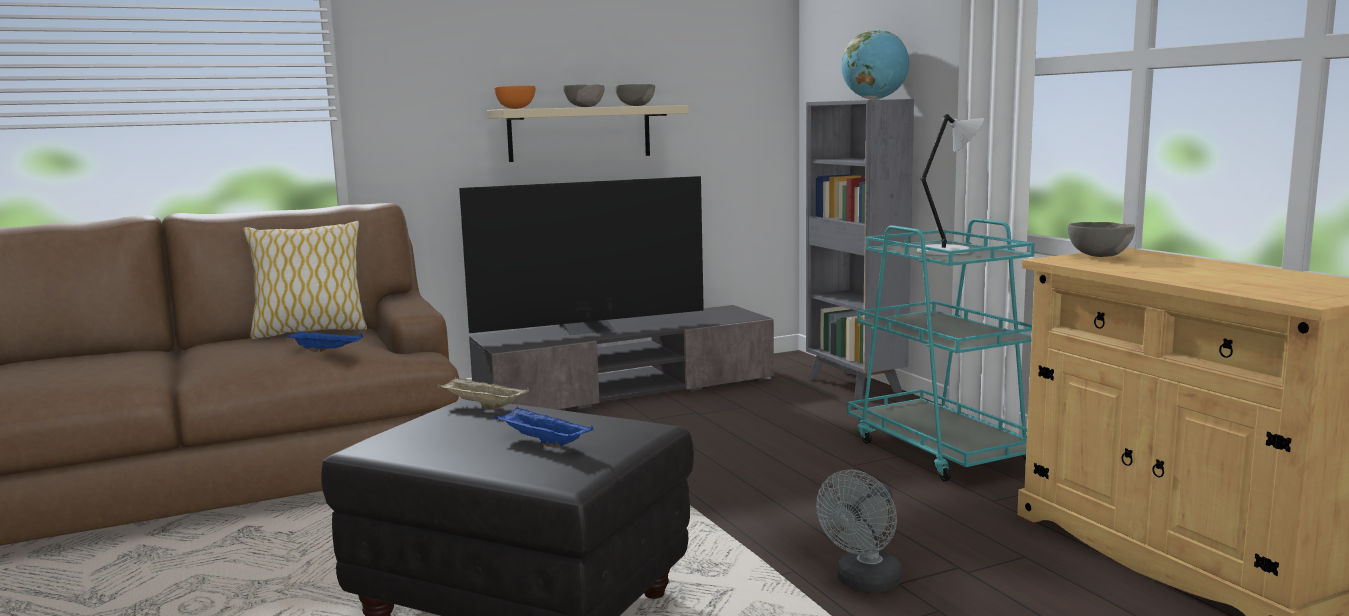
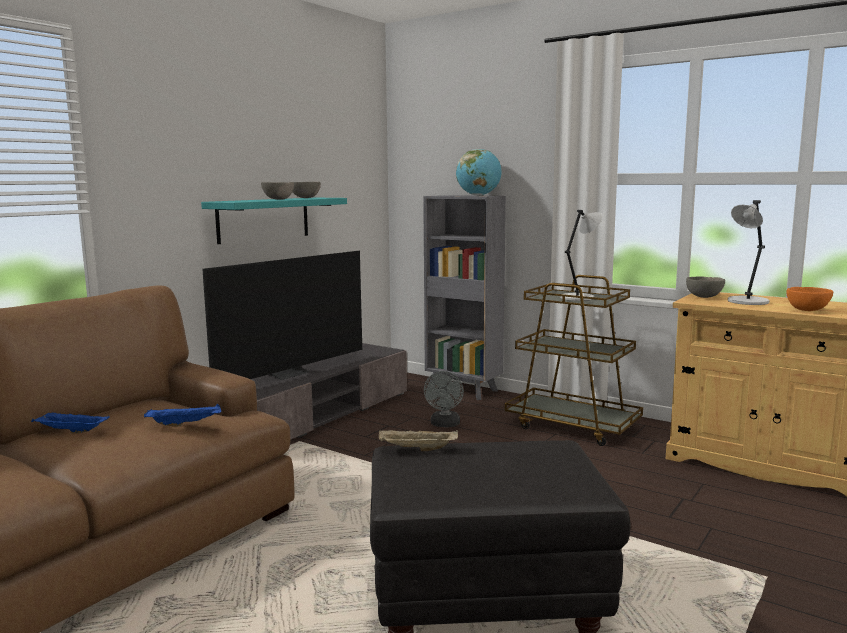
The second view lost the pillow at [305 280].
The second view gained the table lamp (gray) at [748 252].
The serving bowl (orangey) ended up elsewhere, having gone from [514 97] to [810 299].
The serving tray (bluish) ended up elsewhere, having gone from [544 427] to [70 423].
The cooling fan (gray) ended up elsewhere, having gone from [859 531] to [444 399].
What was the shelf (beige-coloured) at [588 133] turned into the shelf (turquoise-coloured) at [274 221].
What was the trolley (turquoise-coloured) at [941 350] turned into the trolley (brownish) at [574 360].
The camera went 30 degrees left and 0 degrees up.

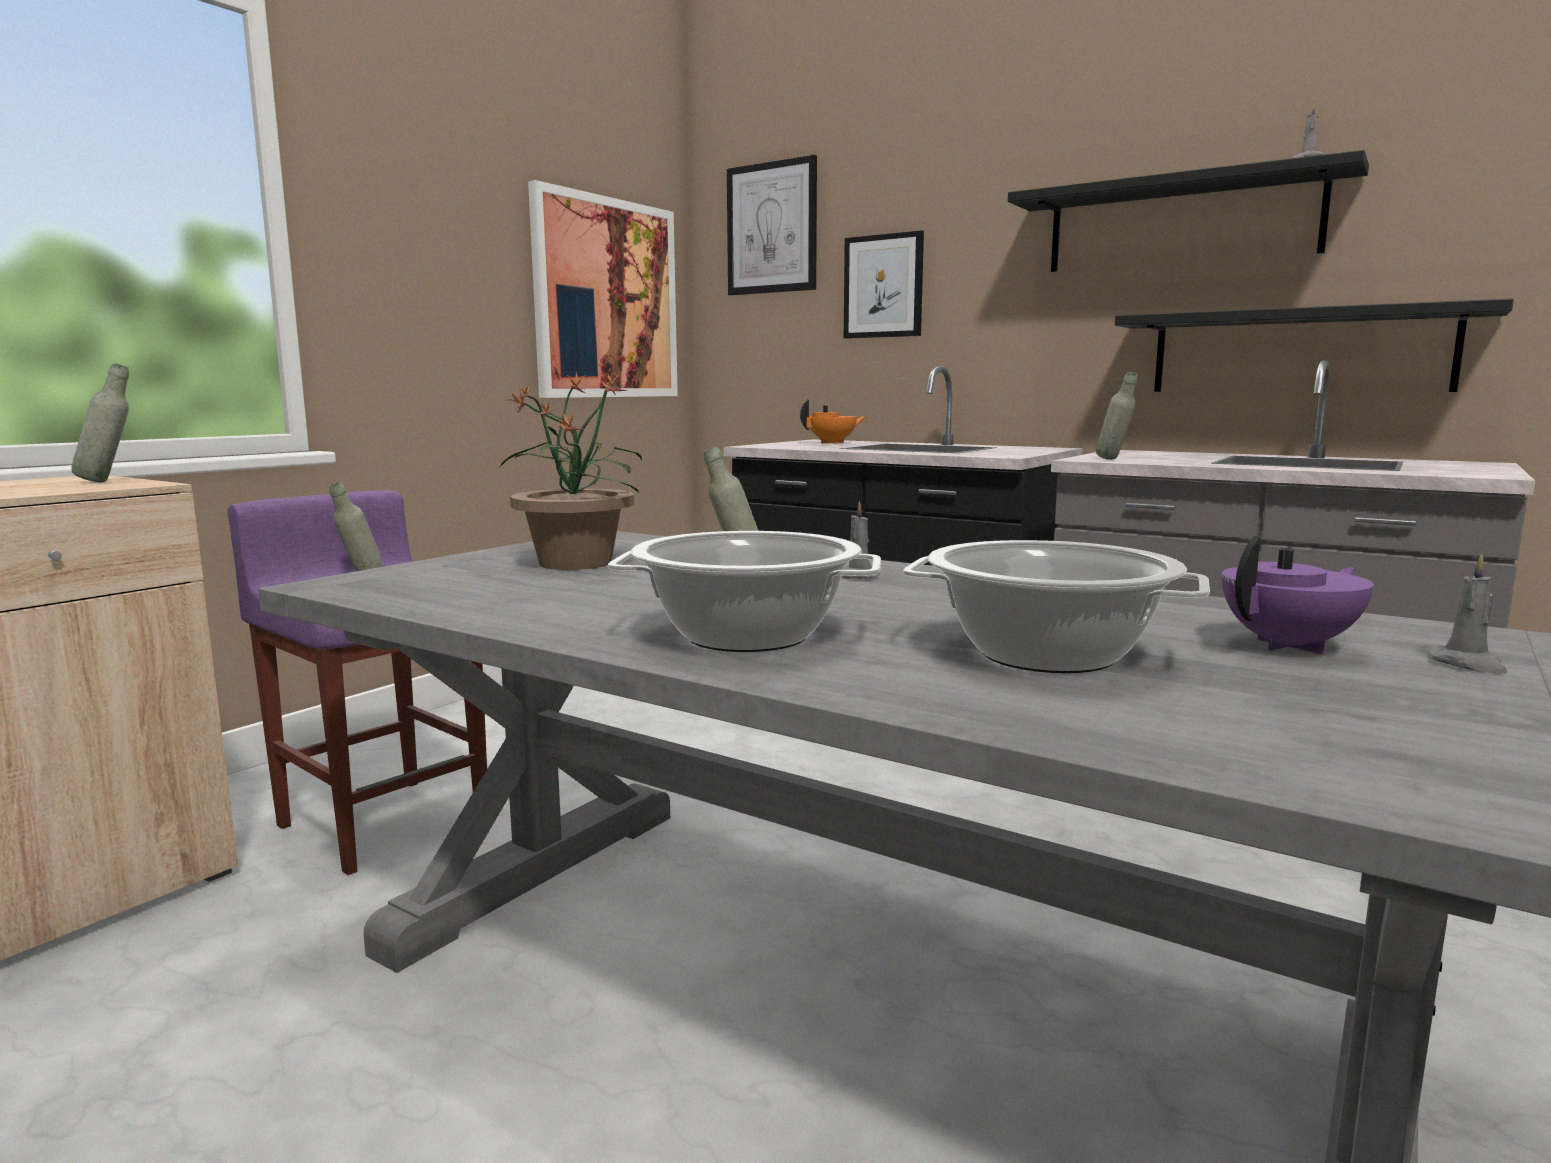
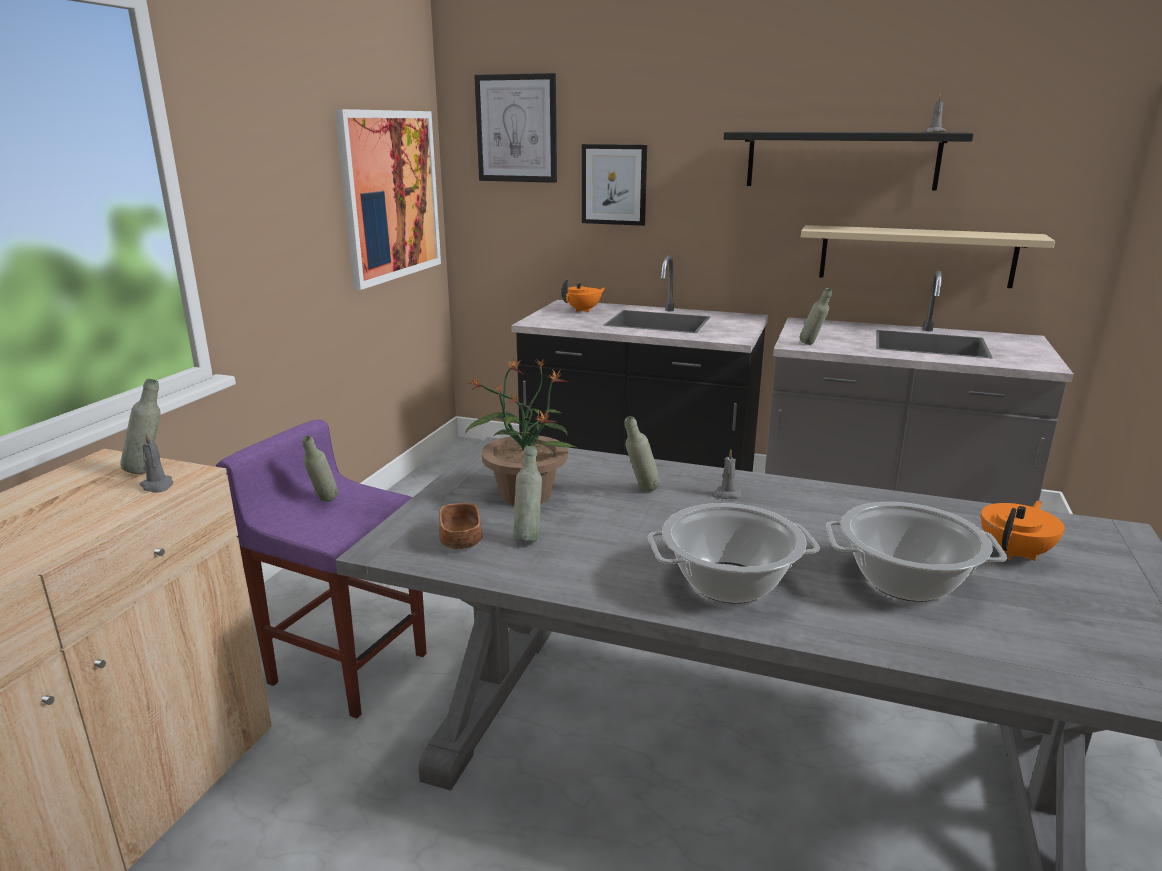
The second view gained the serving bowl (brownish) at [461 526].
The second view gained the beverage bottle (gray) at [528 494].
The wax light (gray) ended up elsewhere, having gone from [1467 614] to [156 462].
What was the shelf (blackish) at [1314 345] turned into the shelf (beige-coloured) at [928 256].
What was the teapot (purple-coloured) at [1298 595] turned into the teapot (orangey) at [1023 531].
The camera went 15 degrees left and 10 degrees up.

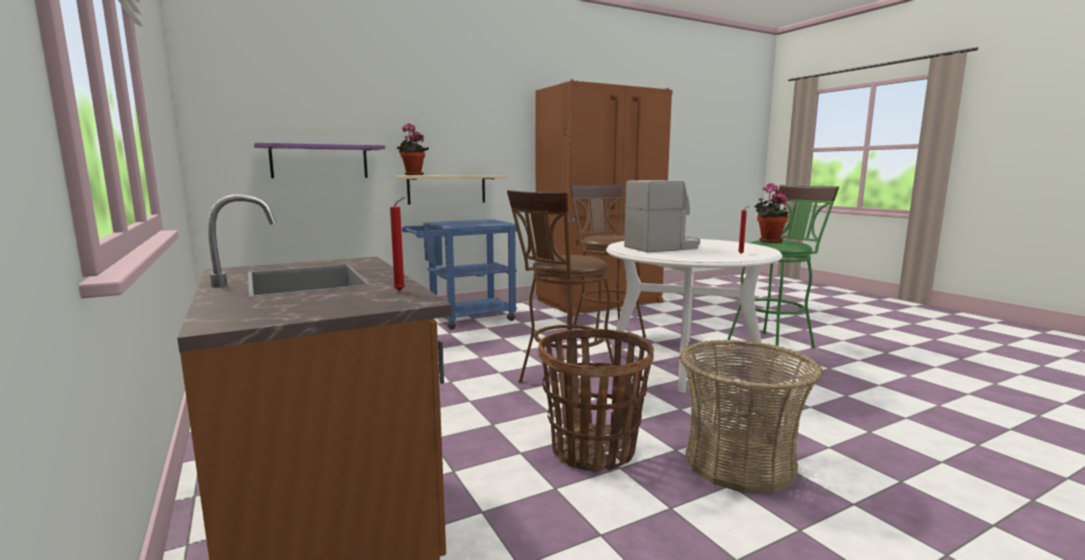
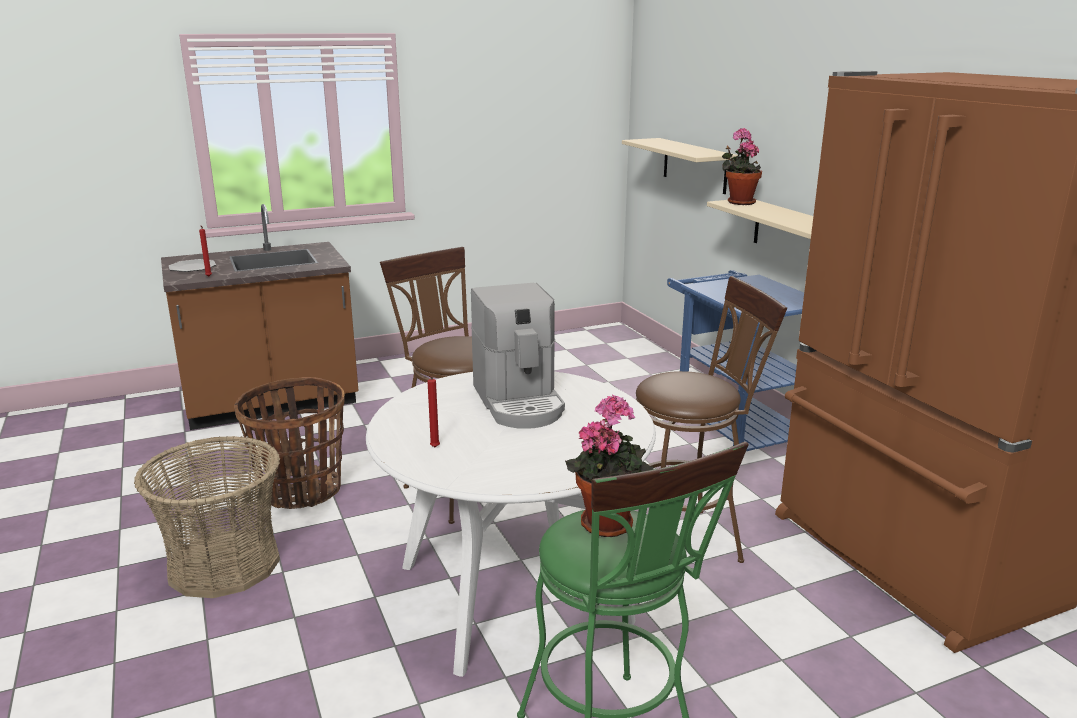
The second view gained the plate at [192 265].
What was the shelf (purple-coloured) at [319 160] turned into the shelf (beige-coloured) at [680 166].
The camera went 95 degrees right and 10 degrees up.

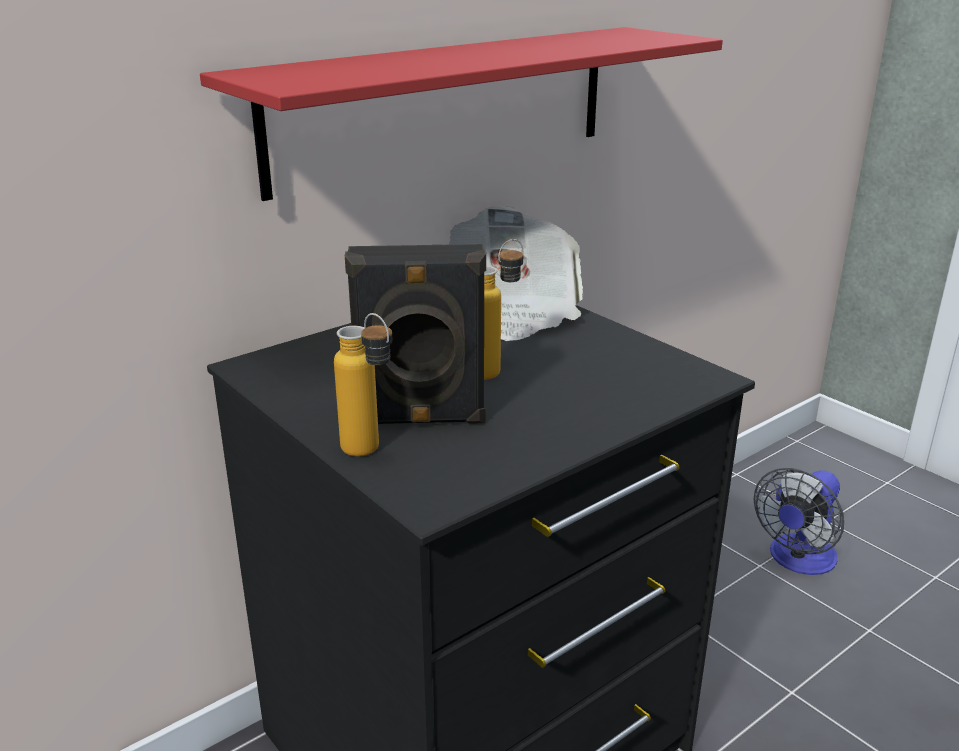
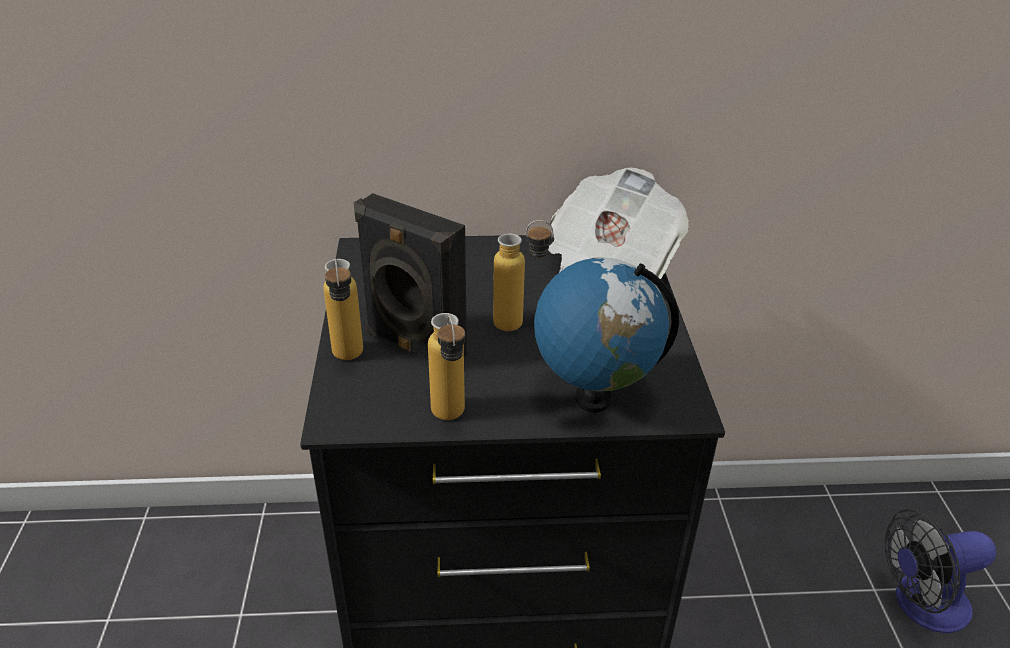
The second view lost the shelf (red-coloured) at [461 114].
The second view gained the beverage bottle at [446 366].
The second view gained the world globe at [606 335].
The camera went 35 degrees right and 10 degrees up.

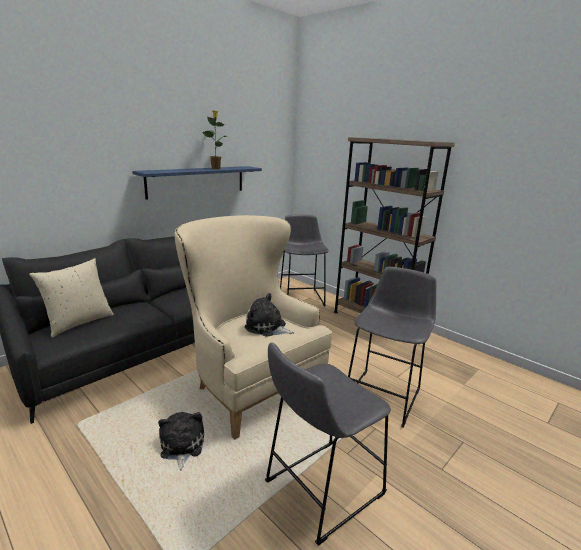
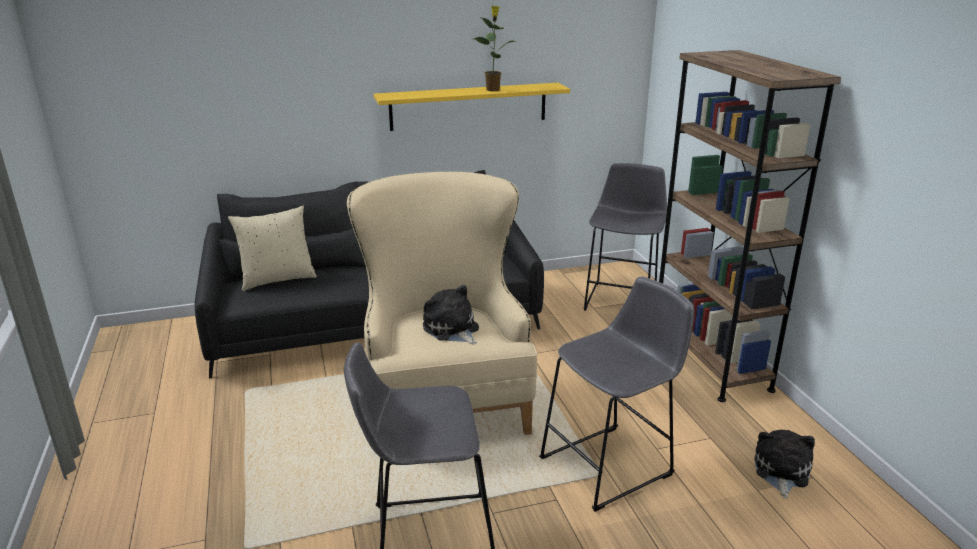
The cuddly toy ended up elsewhere, having gone from [181 441] to [784 464].
What was the shelf (bluish) at [197 183] turned into the shelf (yellowish) at [472 107].
The camera went 30 degrees right and 5 degrees up.

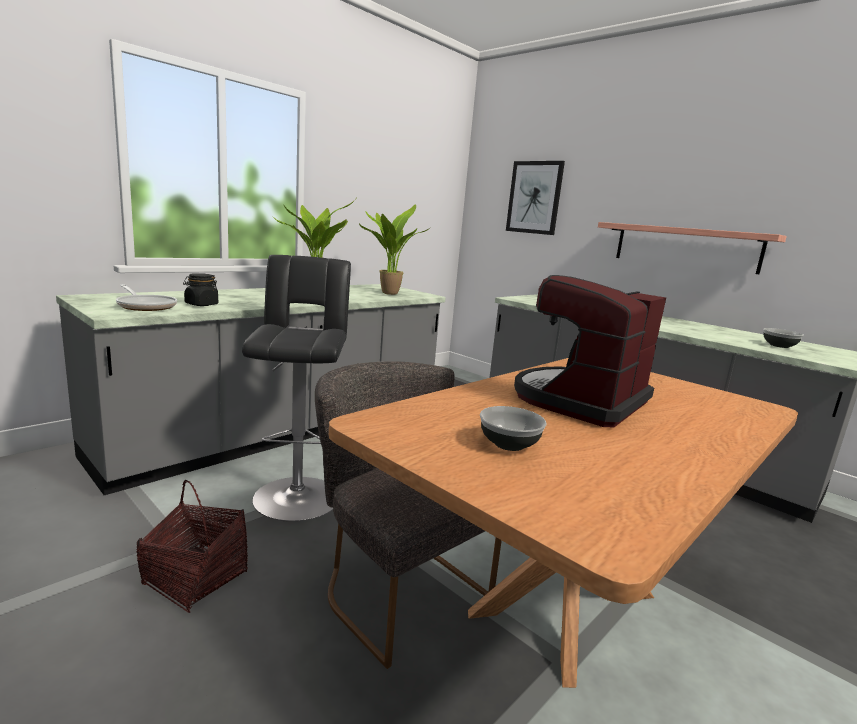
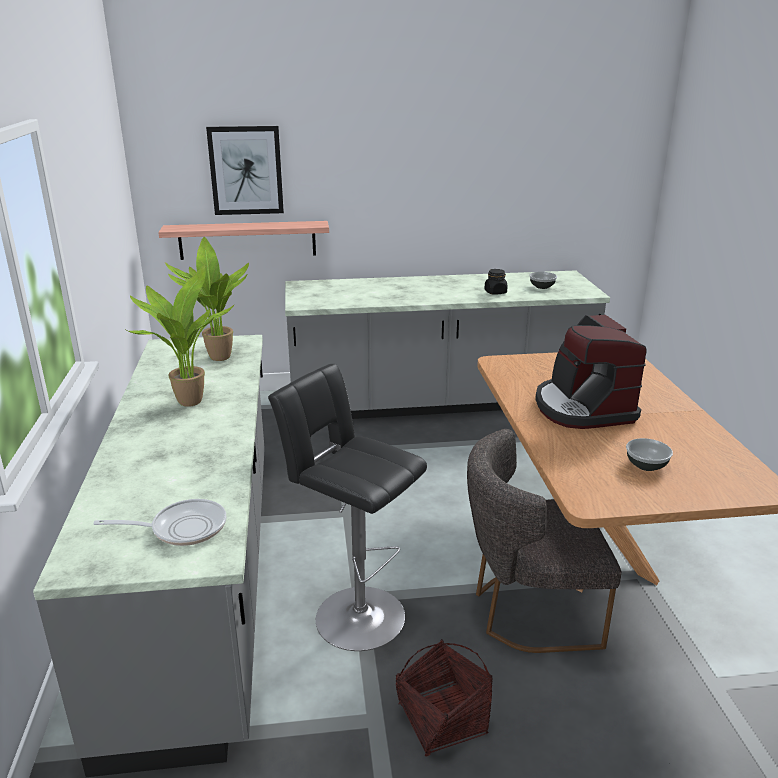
The preserve jar (blackish) ended up elsewhere, having gone from [200 289] to [496 281].
The shelf ended up elsewhere, having gone from [692 248] to [243 240].
The camera went 50 degrees left and 10 degrees up.

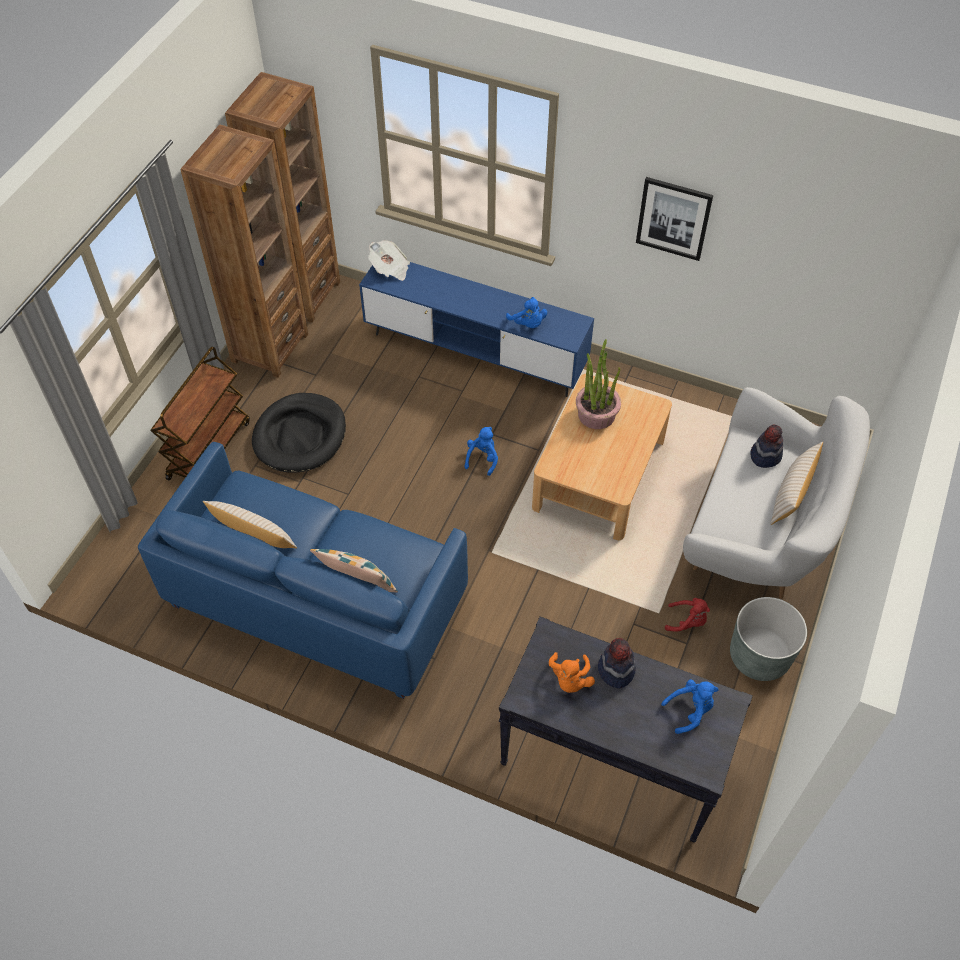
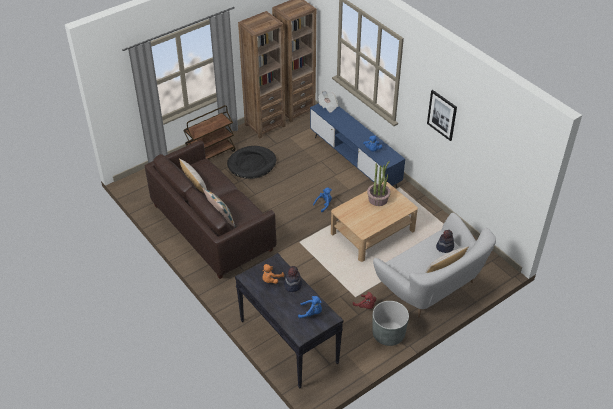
What was the settee (bluish) at [303 570] turned into the settee (brownish) at [211 209].
The camera went 30 degrees right and 10 degrees down.

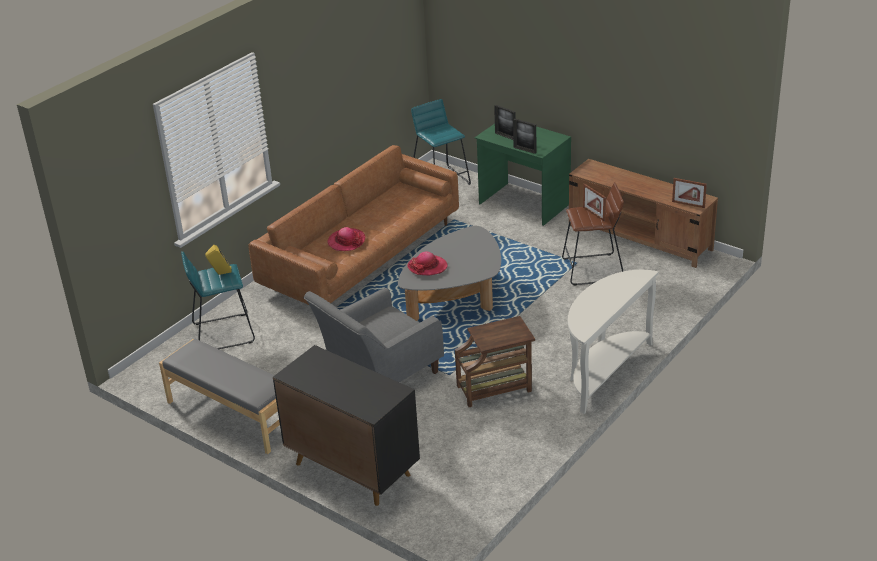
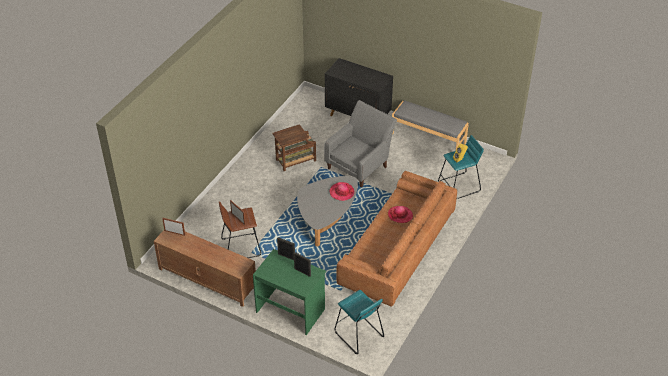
The second view lost the console table (white) at [613 342].
The camera went 170 degrees right and 10 degrees up.

